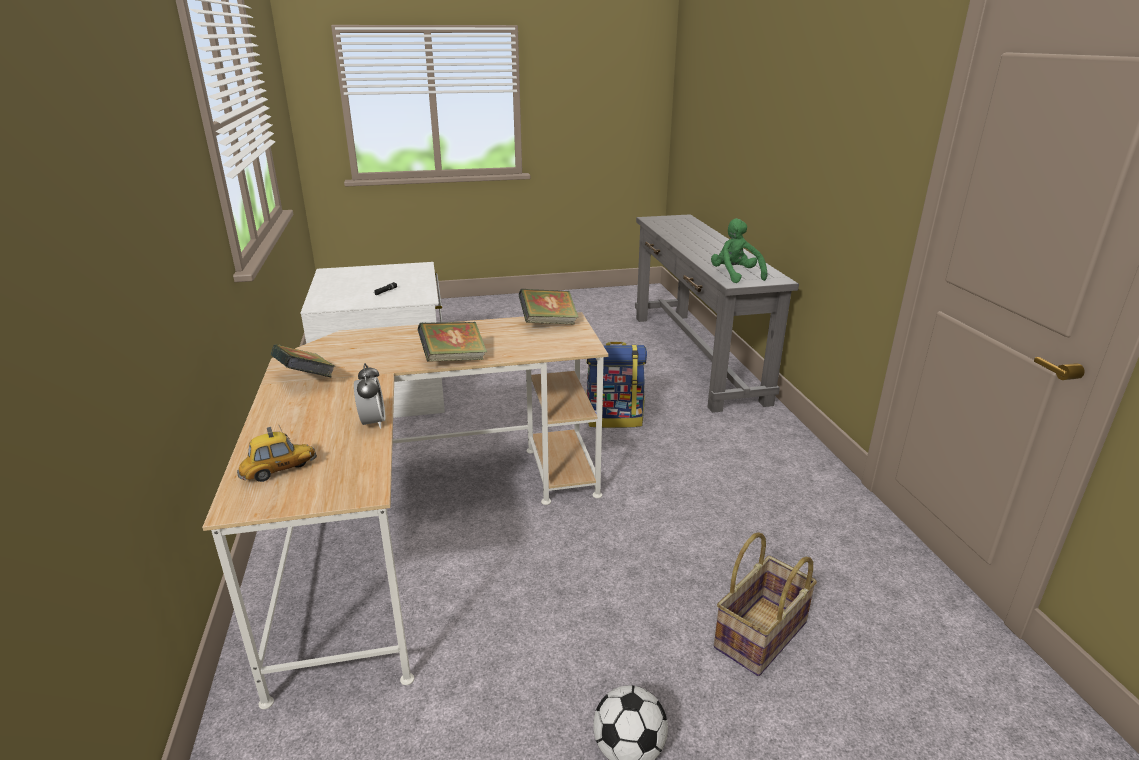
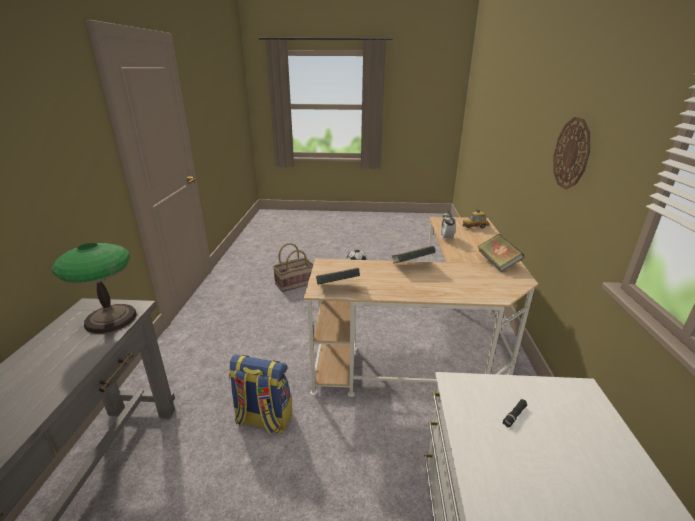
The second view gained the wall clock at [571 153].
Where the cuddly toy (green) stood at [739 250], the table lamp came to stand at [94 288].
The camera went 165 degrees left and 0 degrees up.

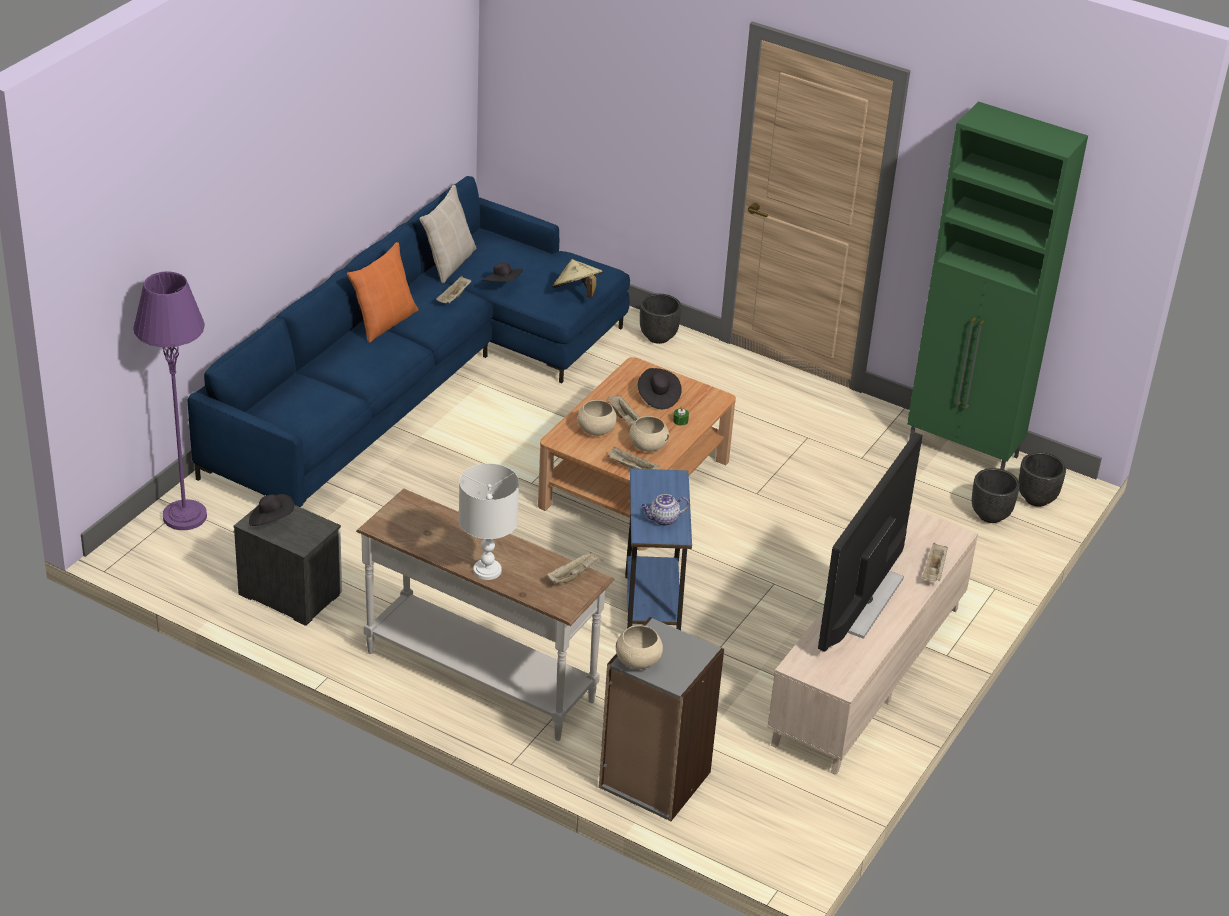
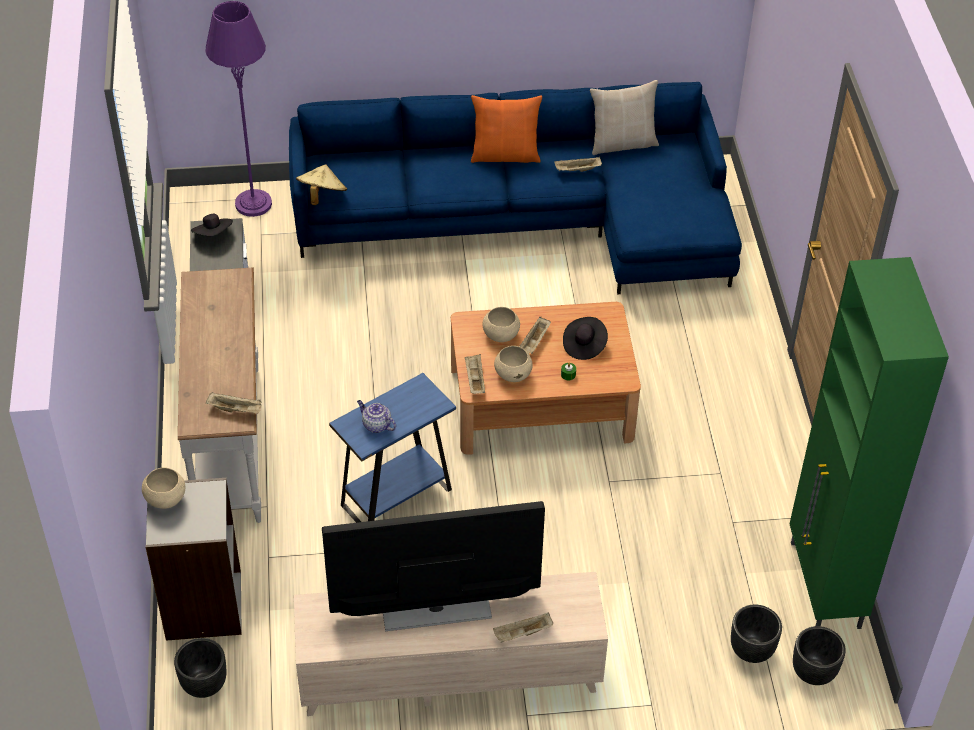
The second view lost the table lamp (white) at [489 521].
The second view lost the wearable hat (blackish) at [502 272].
The wearable hat (beige-coloured) ended up elsewhere, having gone from [577 278] to [321 184].
The flower pot (blackish) ended up elsewhere, having gone from [660 319] to [200 668].
The camera went 55 degrees right and 10 degrees up.

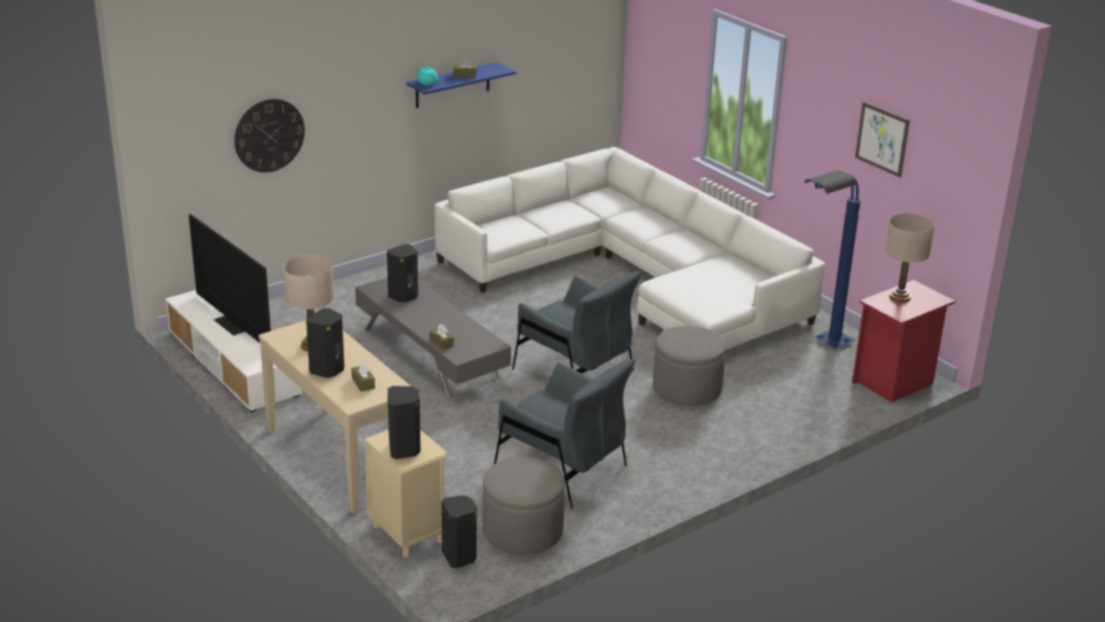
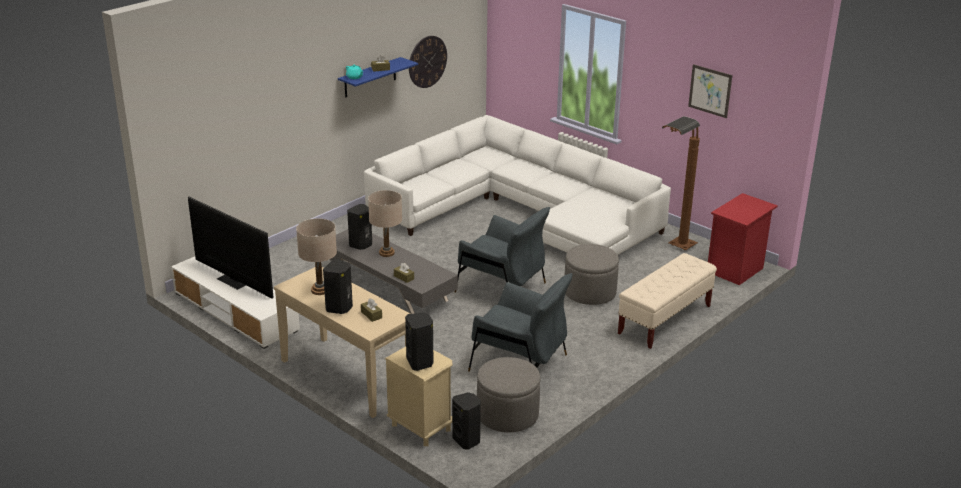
The second view gained the indoor bench (beige-coloured) at [667 301].
The wall clock ended up elsewhere, having gone from [269 136] to [428 62].
The table lamp (beige-coloured) ended up elsewhere, having gone from [910 257] to [385 223].
What was the standing lamp (bluish) at [832 259] turned into the standing lamp (brownish) at [681 183].
The camera went 10 degrees left and 0 degrees up.

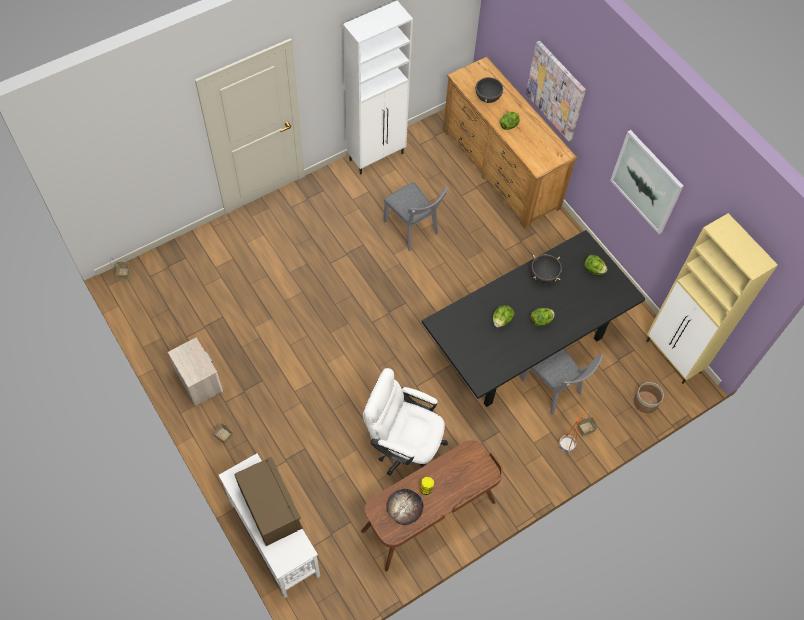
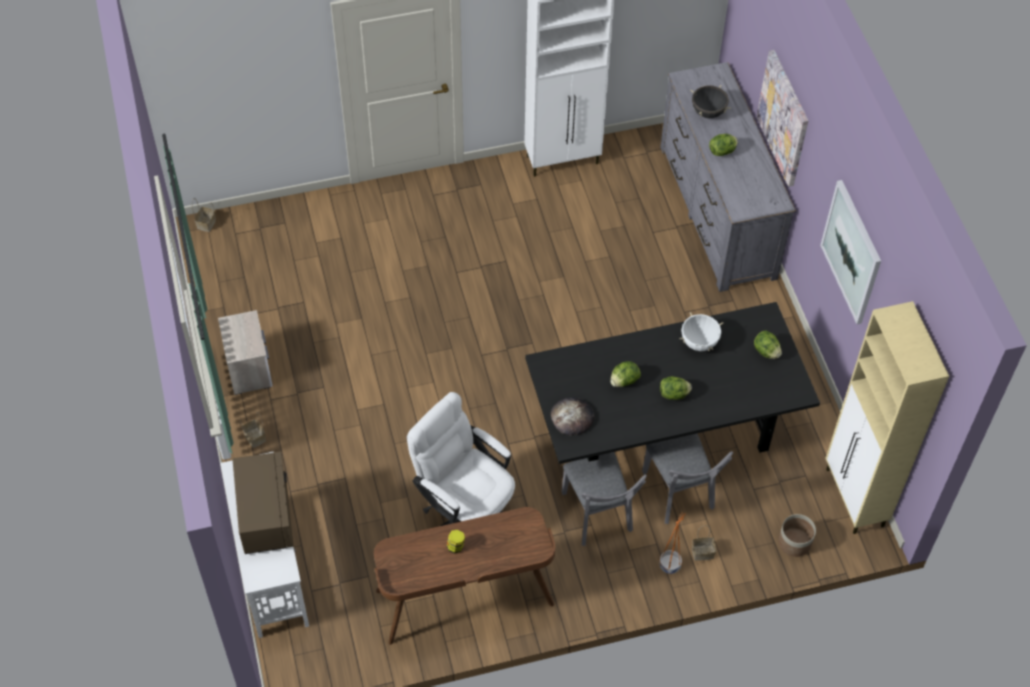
The chair (gray) ended up elsewhere, having gone from [415 216] to [604 499].
The bread ended up elsewhere, having gone from [404 507] to [572 416].
What was the chest of drawers (brownish) at [510 143] turned into the chest of drawers (gray) at [728 177].
What was the stockpot (blackish) at [546 268] turned into the stockpot (white) at [701 331].
The camera went 20 degrees right and 5 degrees down.

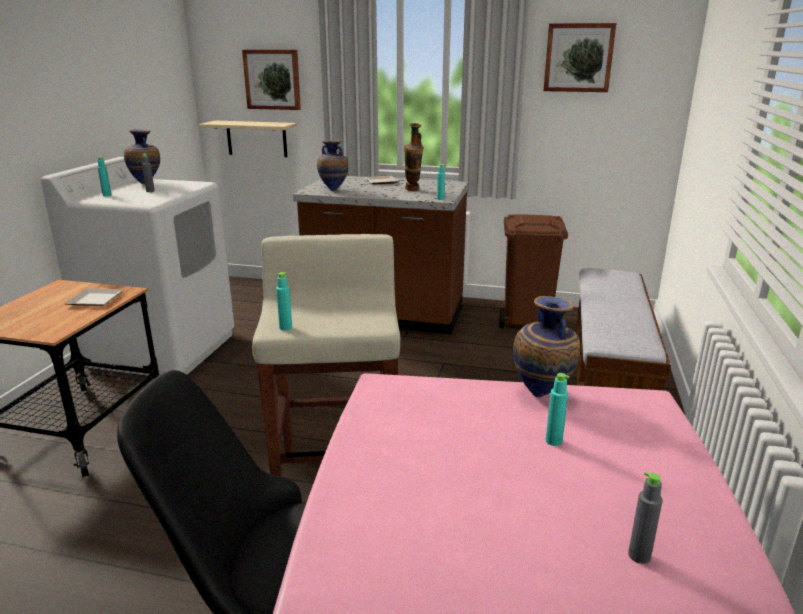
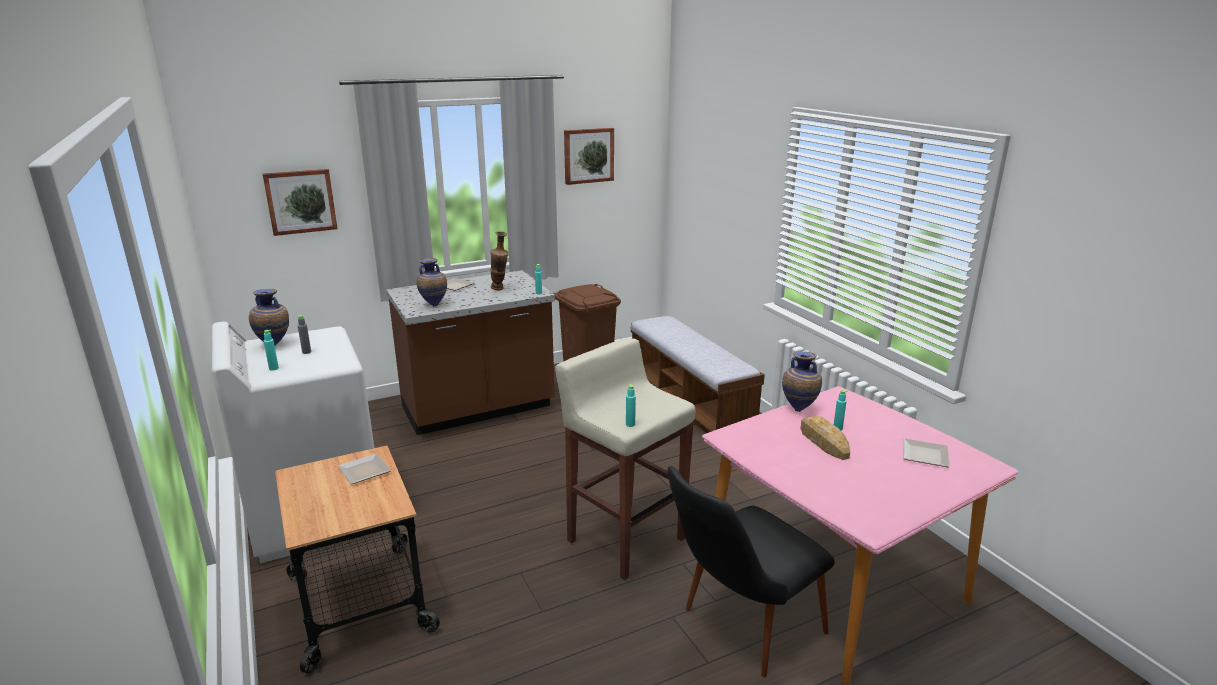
The second view lost the shelf (beige-coloured) at [248 139].
The second view gained the bread at [825 438].
Where the beverage bottle (gray) stood at [645 518], the plate came to stand at [926 453].
The camera went 40 degrees left and 0 degrees up.

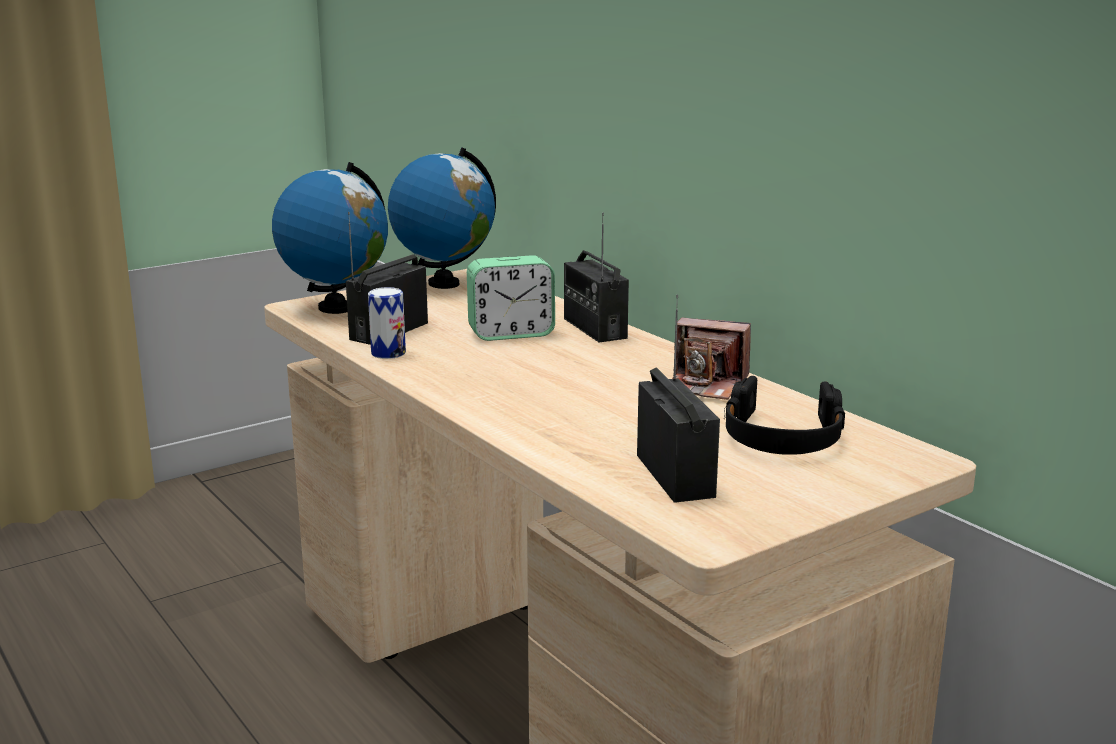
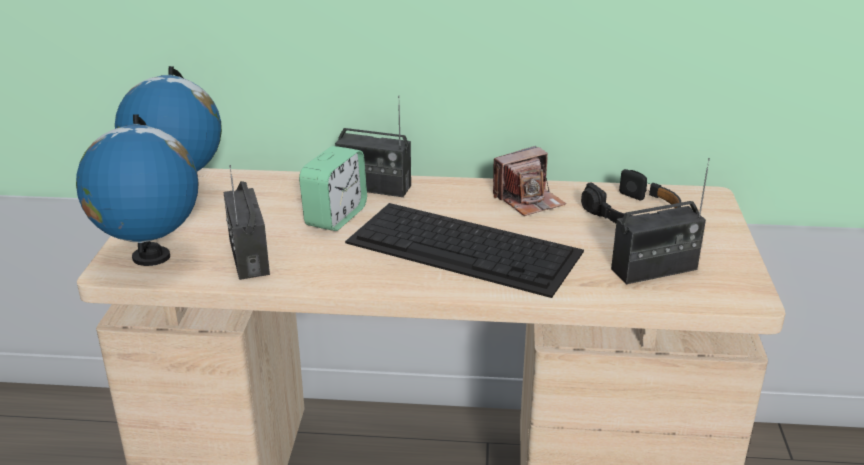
The second view lost the sealed can at [387 323].
The second view gained the PC keyboard at [464 250].
The radio set at [678 398] ended up facing another way, 135 degrees clockwise from before.
The camera went 50 degrees left and 10 degrees up.

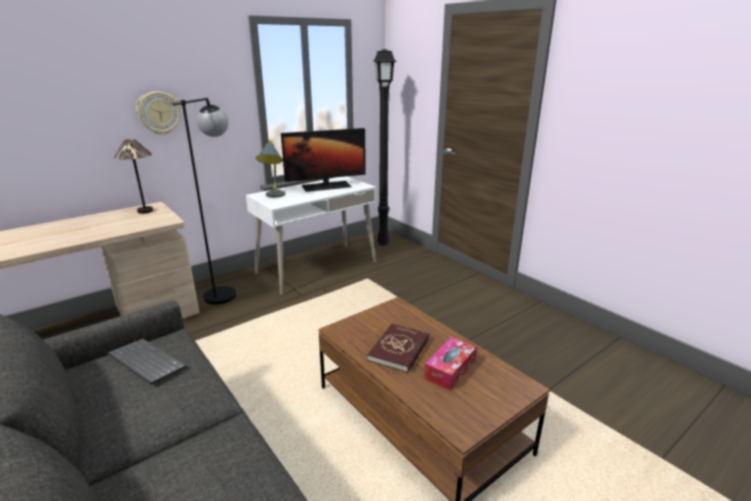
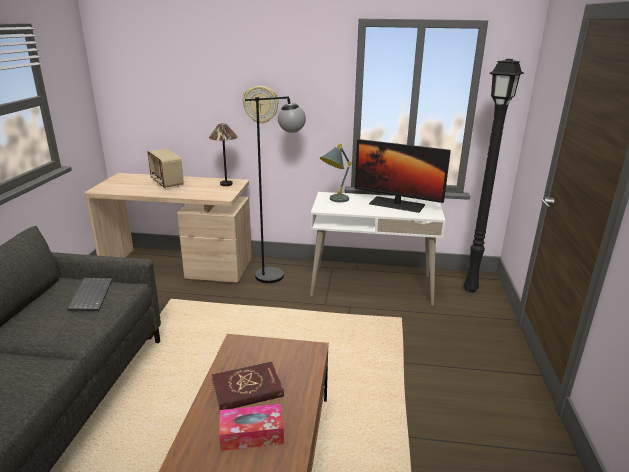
The second view gained the radio set at [165 169].
The camera went 45 degrees right and 0 degrees up.

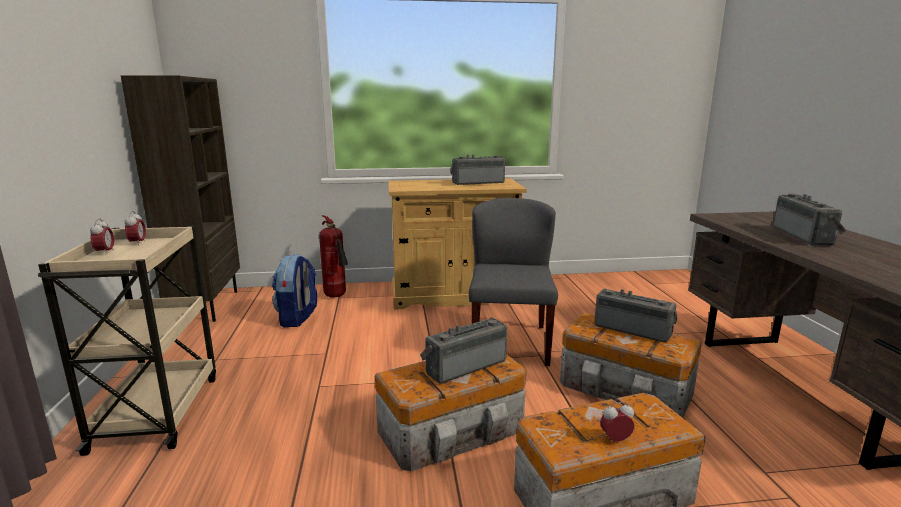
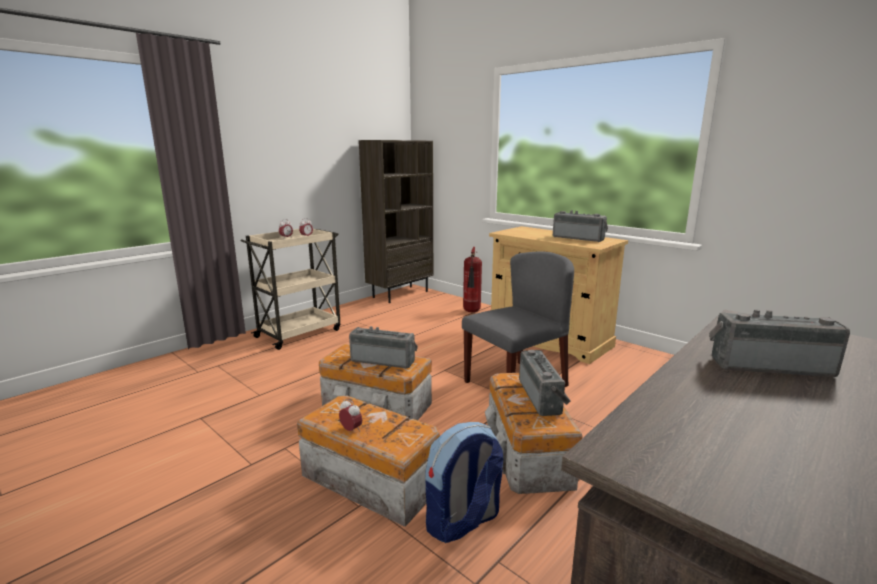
The backpack ended up elsewhere, having gone from [294 291] to [465 482].
The radio set at [809 219] ended up facing another way, 135 degrees counterclockwise from before.
The camera went 50 degrees right and 0 degrees up.

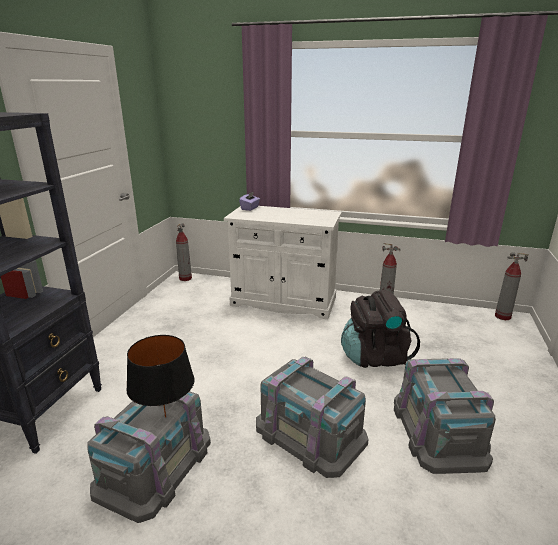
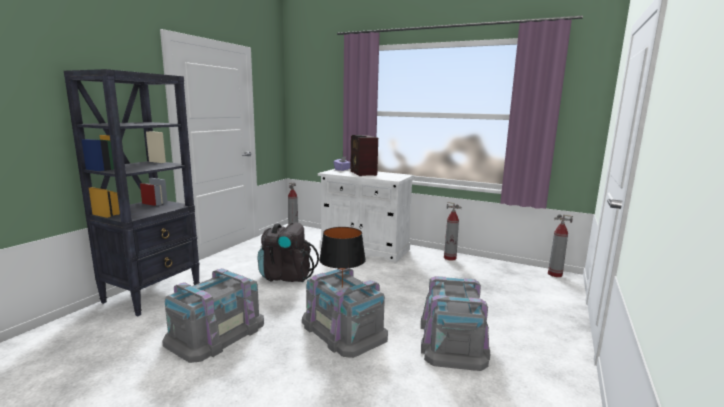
The second view gained the radio set at [364 155].
The table lamp (blackish) ended up elsewhere, having gone from [160 376] to [342 257].
The backpack (blackish) ended up elsewhere, having gone from [380 329] to [288 252].
The camera went 10 degrees right and 10 degrees down.

